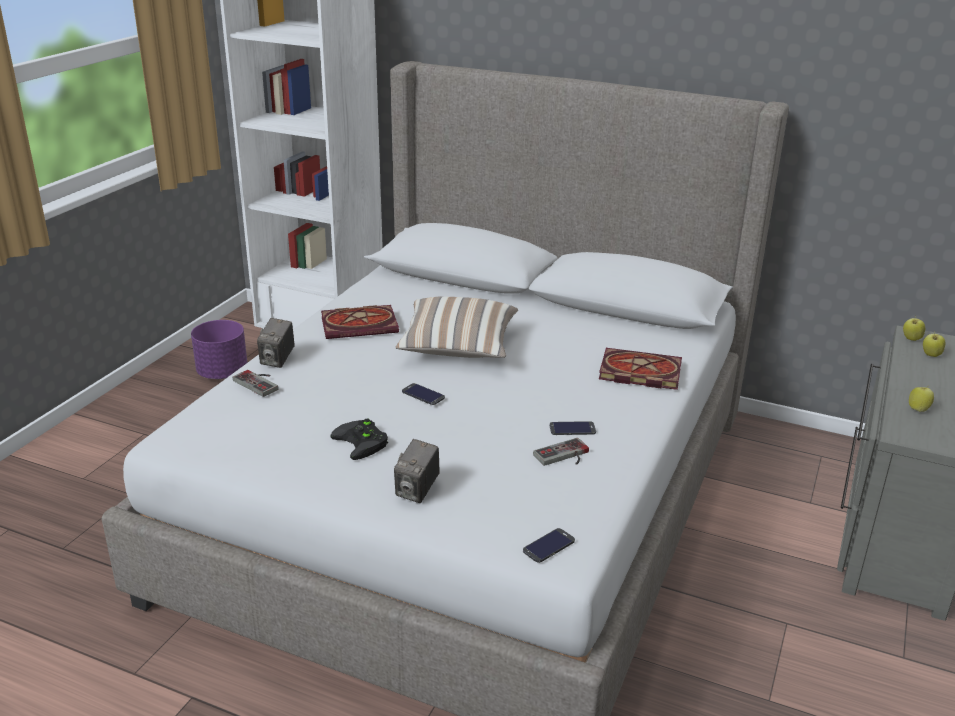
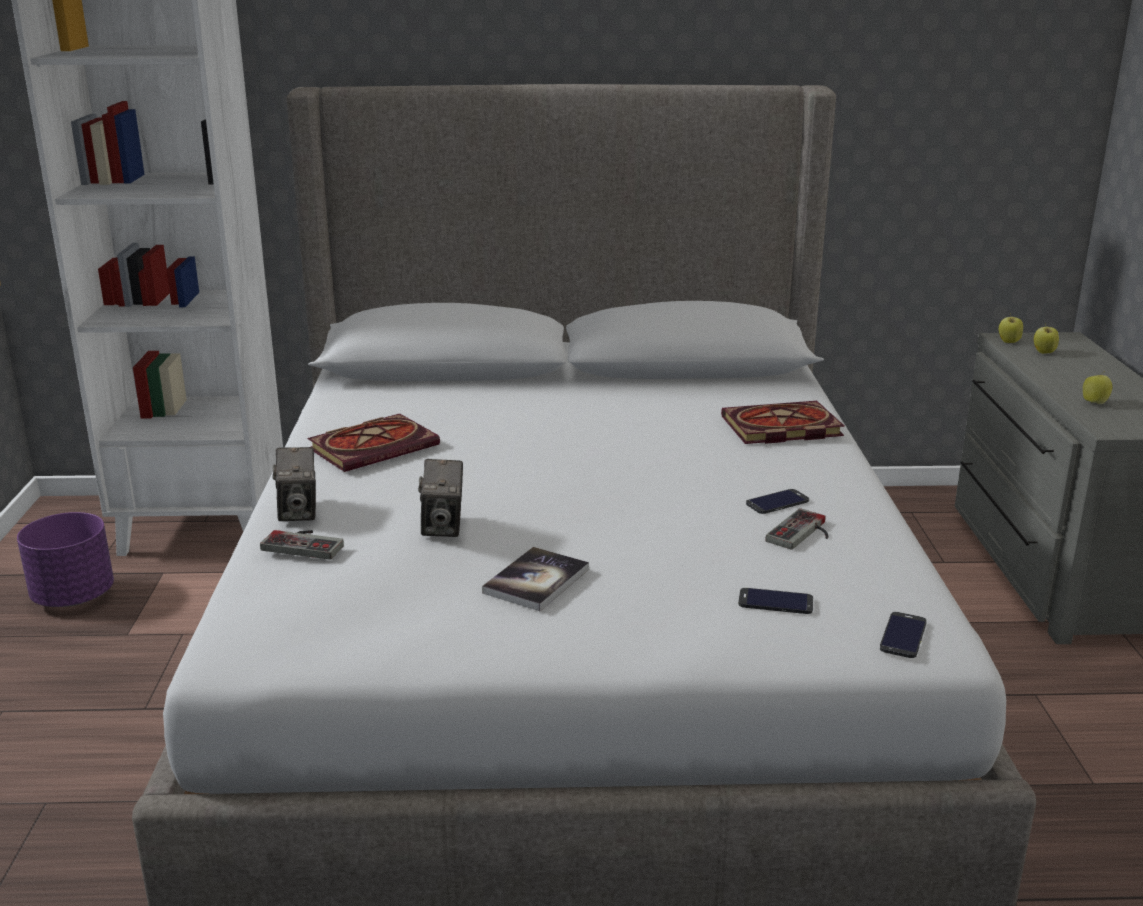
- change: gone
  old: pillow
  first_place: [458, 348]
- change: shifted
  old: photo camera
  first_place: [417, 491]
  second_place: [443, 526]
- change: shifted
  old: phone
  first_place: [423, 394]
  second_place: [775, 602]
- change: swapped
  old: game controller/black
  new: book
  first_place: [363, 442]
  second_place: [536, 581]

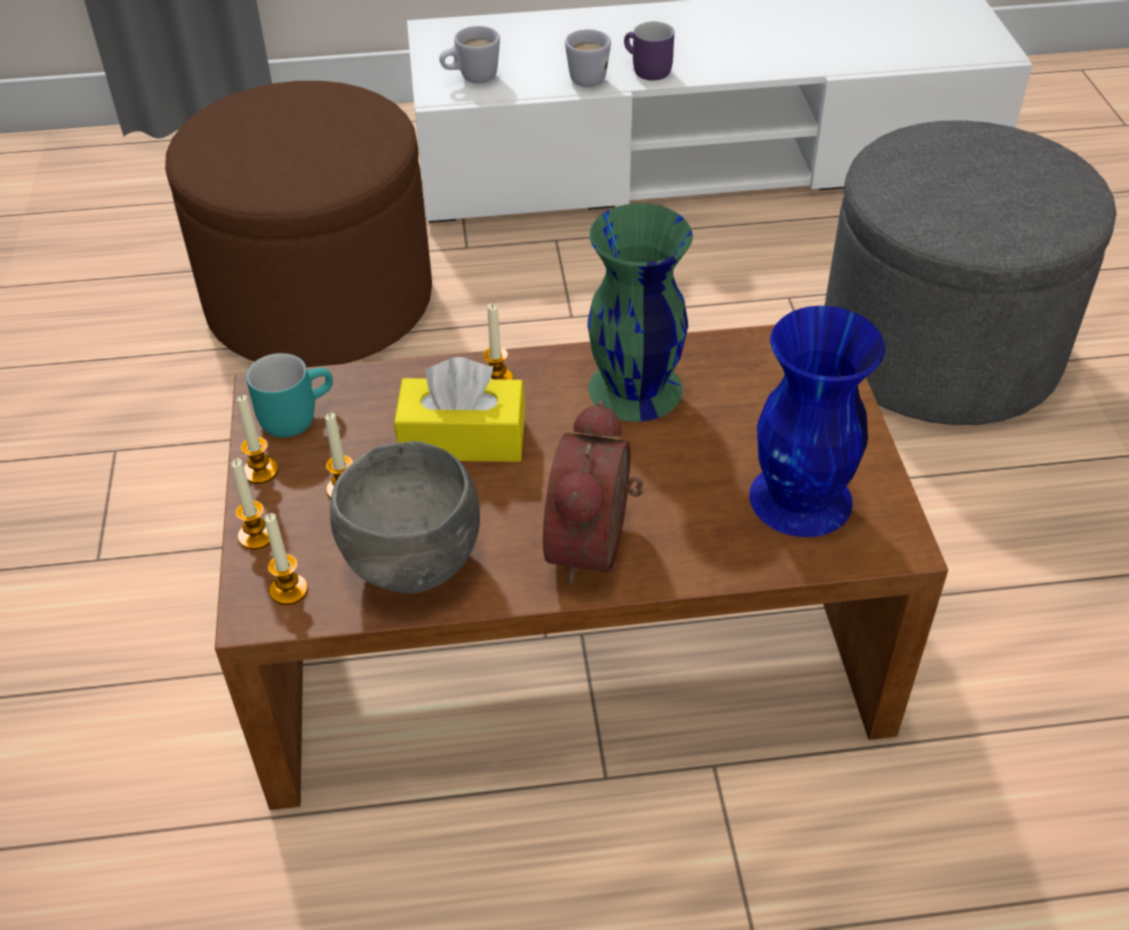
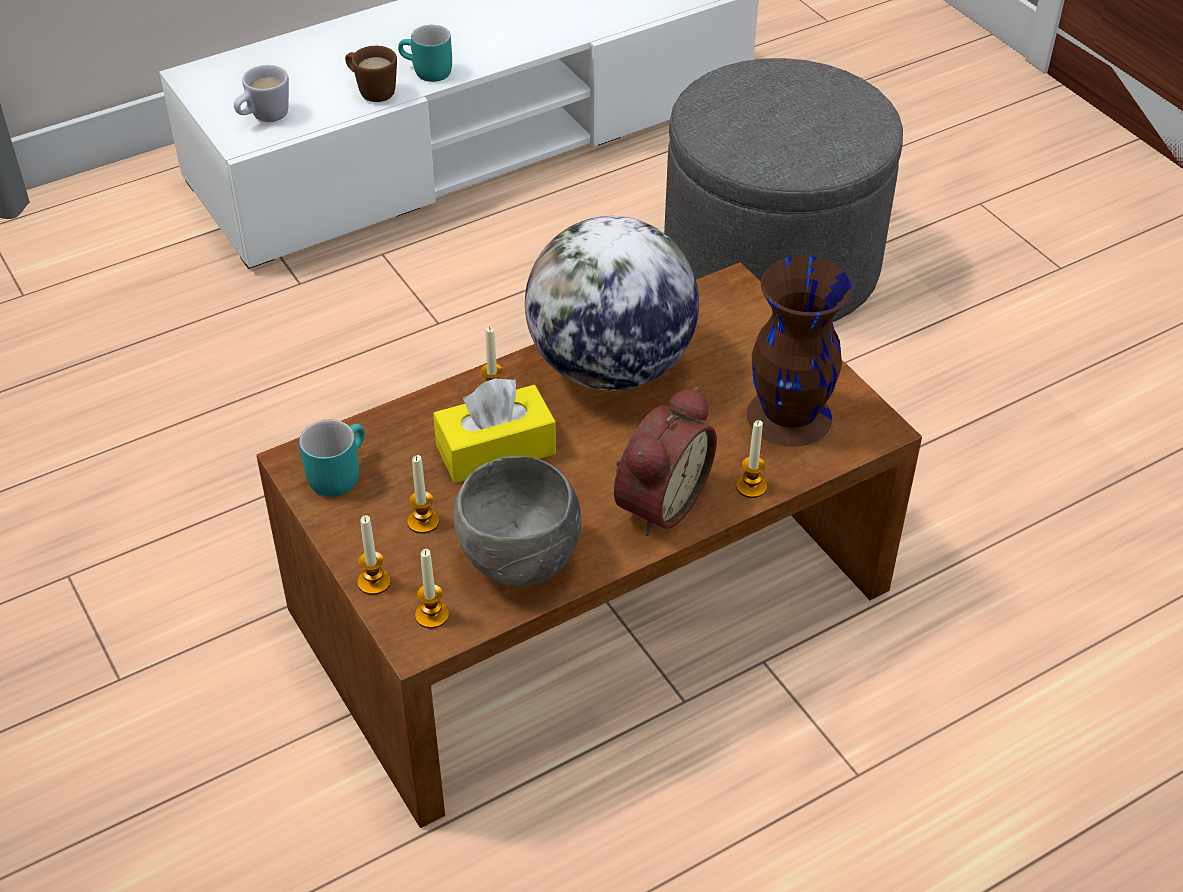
- change: gone
  old: ottoman/brown
  first_place: [320, 300]
- change: shifted
  old: candle
  first_place: [260, 471]
  second_place: [751, 486]
- change: swapped
  old: vase/green
  new: globe
  first_place: [633, 389]
  second_place: [610, 367]
- change: repainted
  old: mug/white
  new: mug/brown
  first_place: [583, 76]
  second_place: [371, 91]
- change: repainted
  old: mug/purple
  new: mug/turquoise
  first_place: [645, 71]
  second_place: [426, 73]
- change: repainted
  old: vase/blue
  new: vase/brown
  first_place: [800, 500]
  second_place: [789, 417]
- change: rotated
  old: alarm clock
  first_place: [596, 547]
  second_place: [657, 502]
  degrees: -135

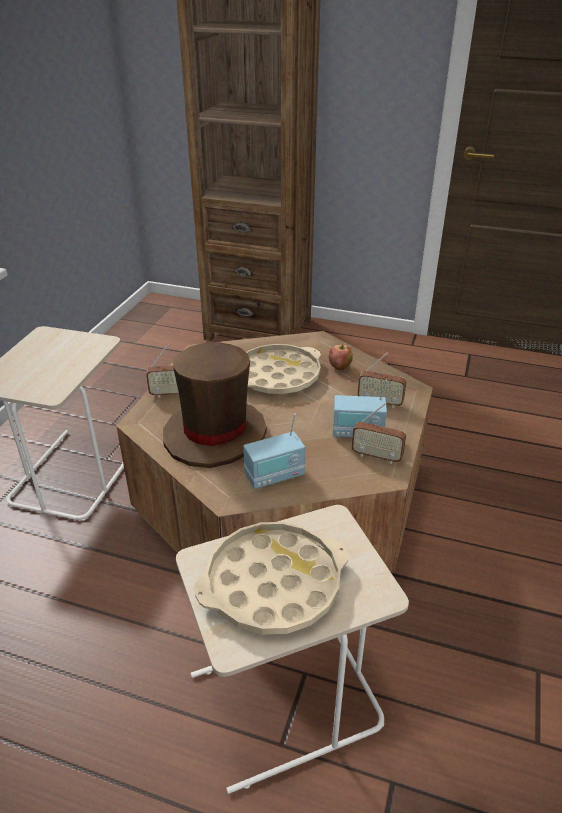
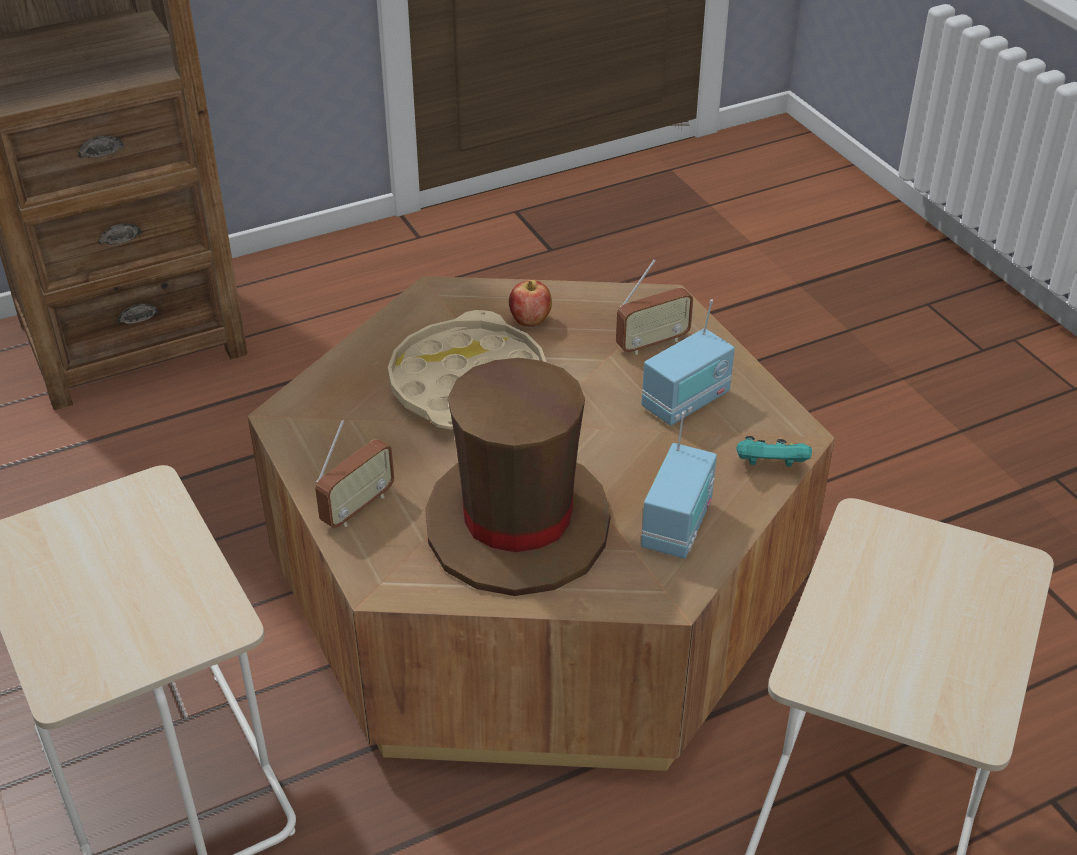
- change: gone
  old: tray/beige
  first_place: [273, 584]
- change: gone
  old: radio
  first_place: [376, 456]
- change: new
  new: game controller/turquoise
  second_place: [770, 466]

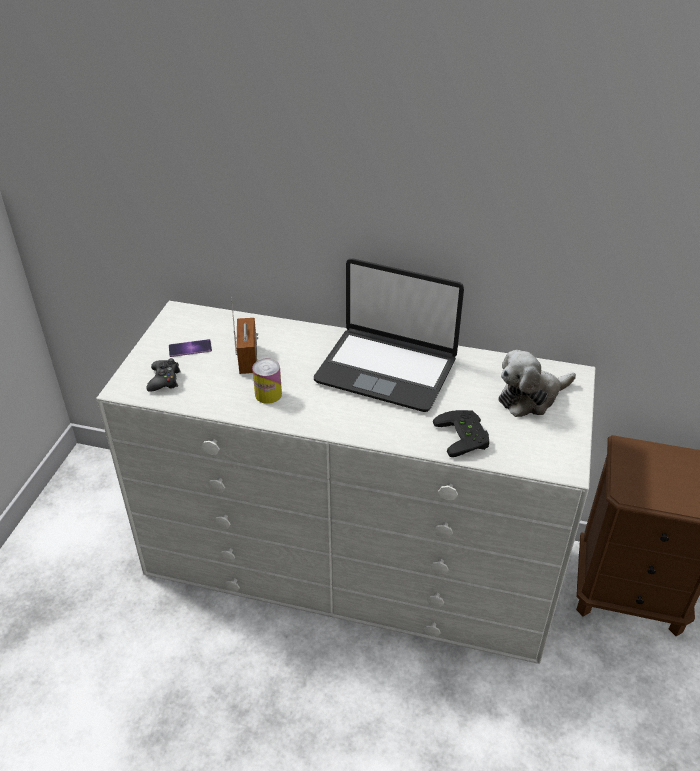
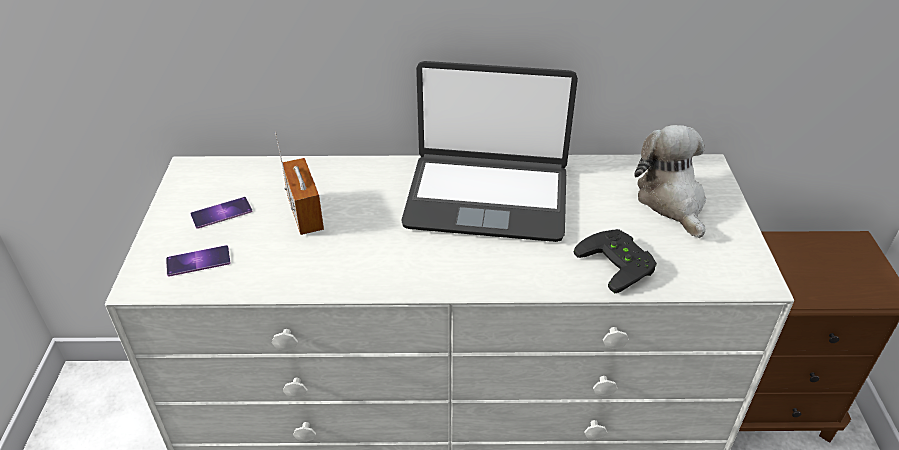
- change: gone
  old: can
  first_place: [268, 394]
- change: swapped
  old: game controller/black
  new: phone
  first_place: [164, 380]
  second_place: [198, 261]
- change: rotated
  old: plush toy
  first_place: [531, 397]
  second_place: [672, 201]
  degrees: 120

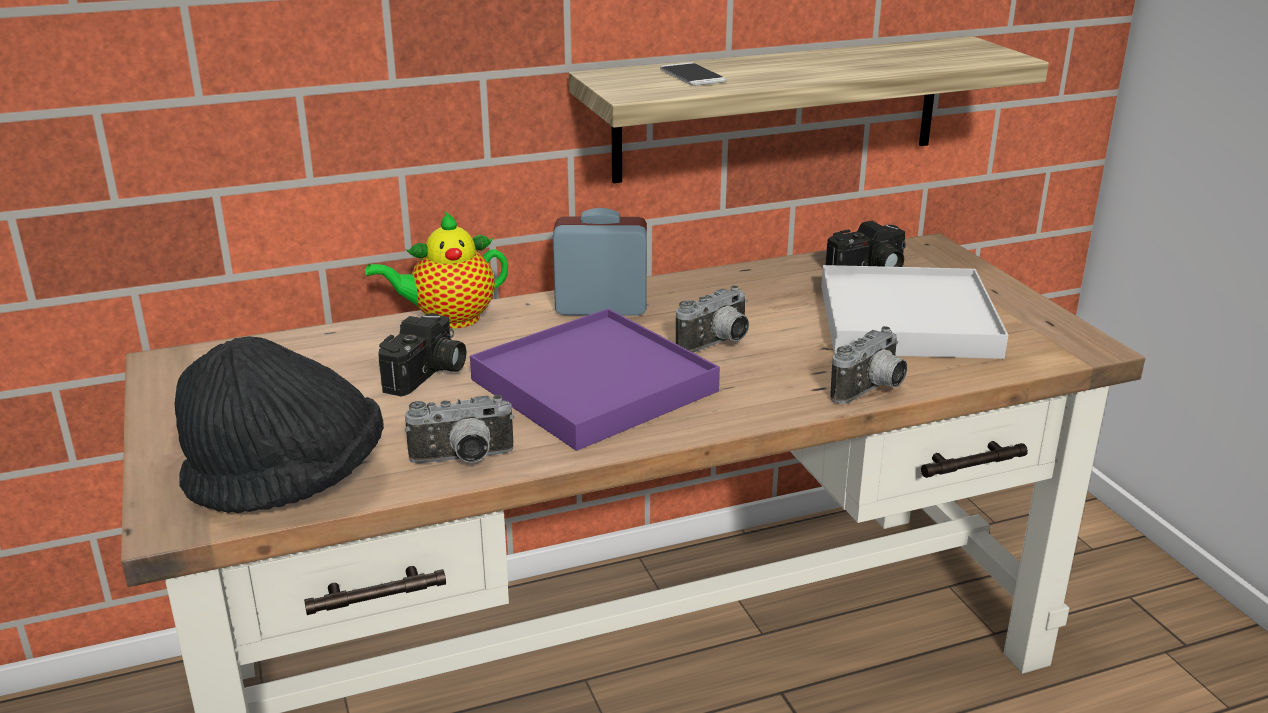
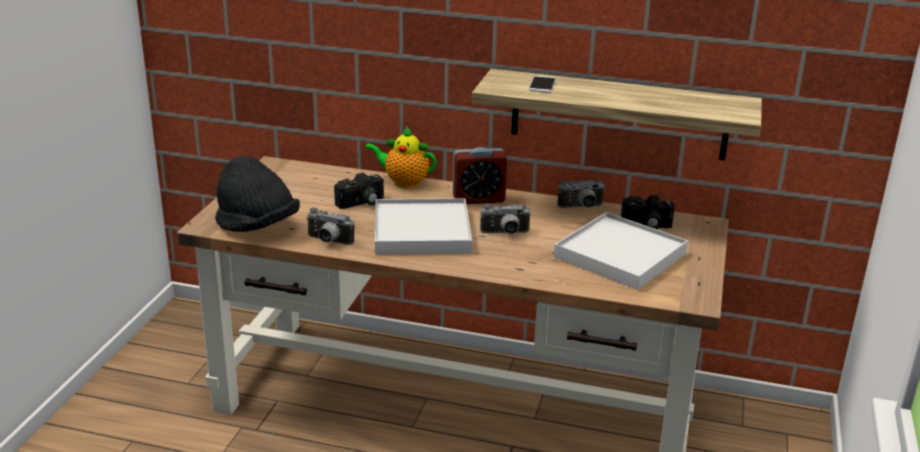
- change: shifted
  old: photo camera
  first_place: [872, 391]
  second_place: [581, 208]
- change: repainted
  old: tray/purple
  new: tray/white
  first_place: [594, 385]
  second_place: [422, 232]
- change: rotated
  old: alarm clock
  first_place: [601, 307]
  second_place: [478, 199]
  degrees: 135

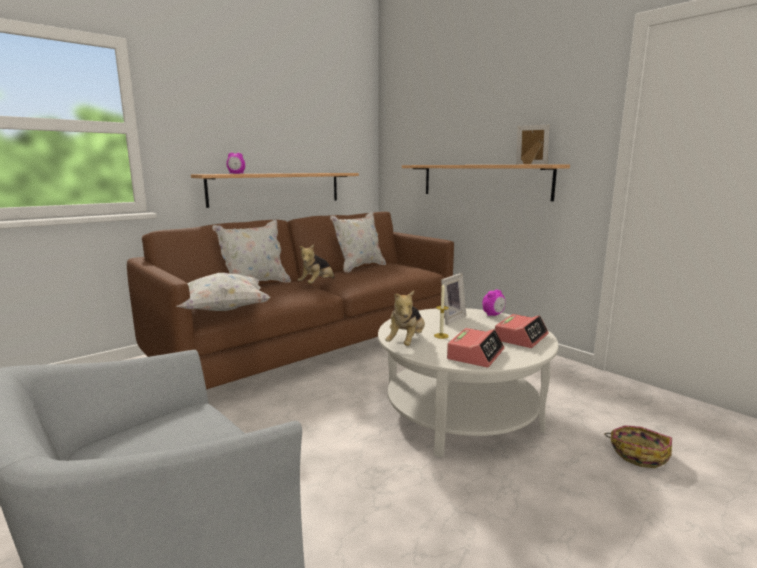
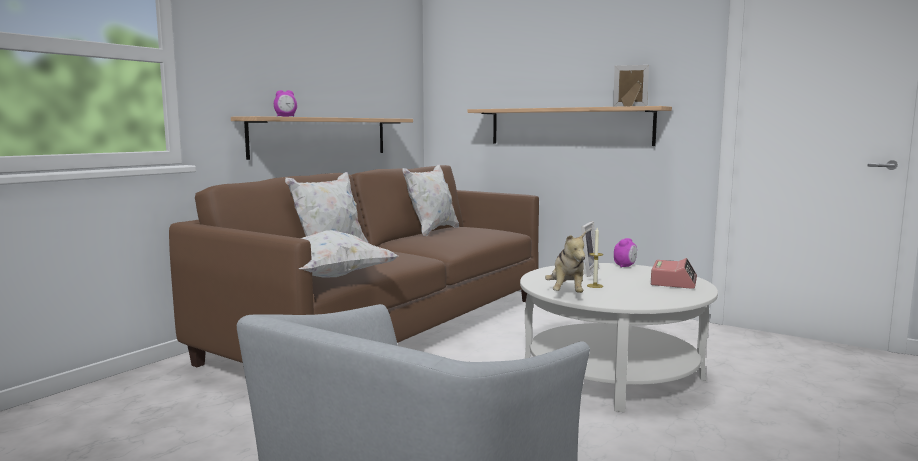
- change: gone
  old: plush toy
  first_place: [317, 284]
- change: gone
  old: alarm clock
  first_place: [475, 354]
- change: gone
  old: basket
  first_place: [638, 453]

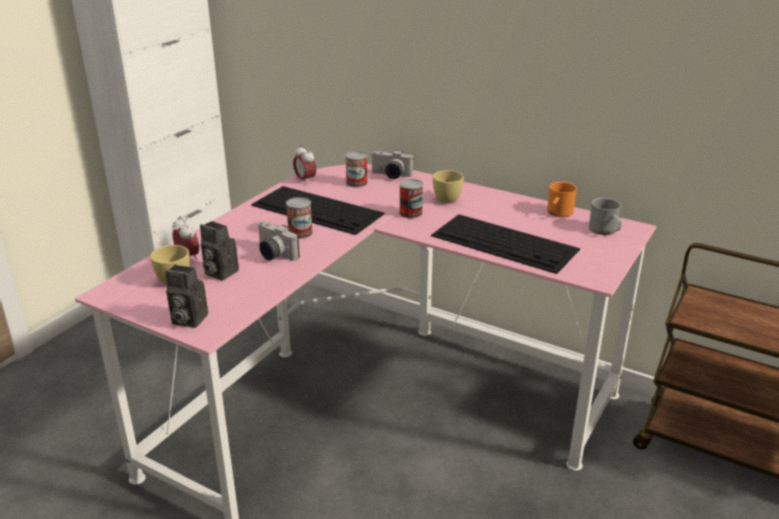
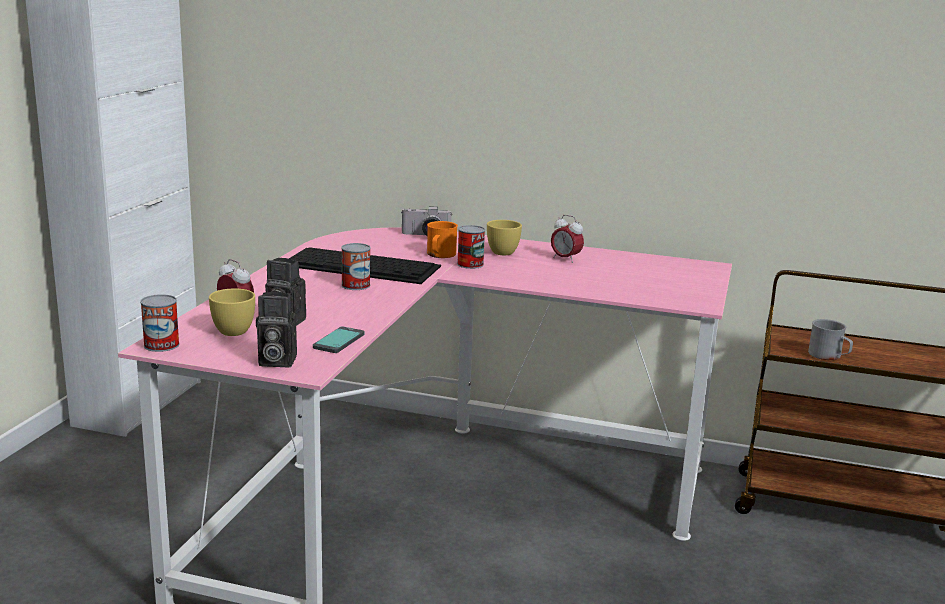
- change: gone
  old: photo camera
  first_place: [273, 254]
- change: gone
  old: keyboard
  first_place: [506, 242]
- change: new
  new: phone
  second_place: [338, 341]
- change: shifted
  old: alarm clock
  first_place: [305, 180]
  second_place: [565, 259]
- change: shifted
  old: can
  first_place: [356, 183]
  second_place: [161, 345]
- change: shifted
  old: mug/orange
  first_place: [558, 213]
  second_place: [440, 255]
- change: shifted
  old: mug/grey
  first_place: [605, 231]
  second_place: [829, 356]

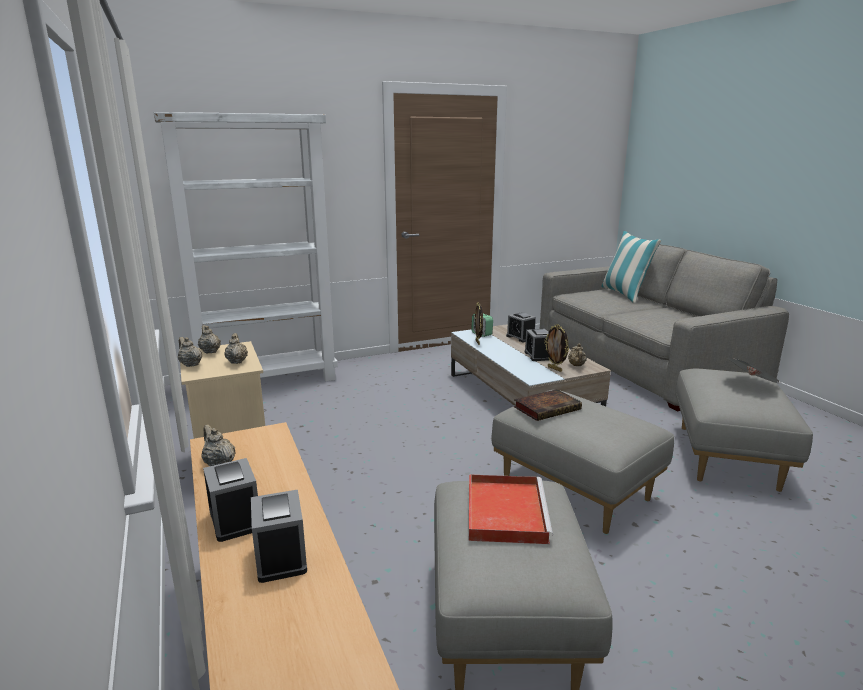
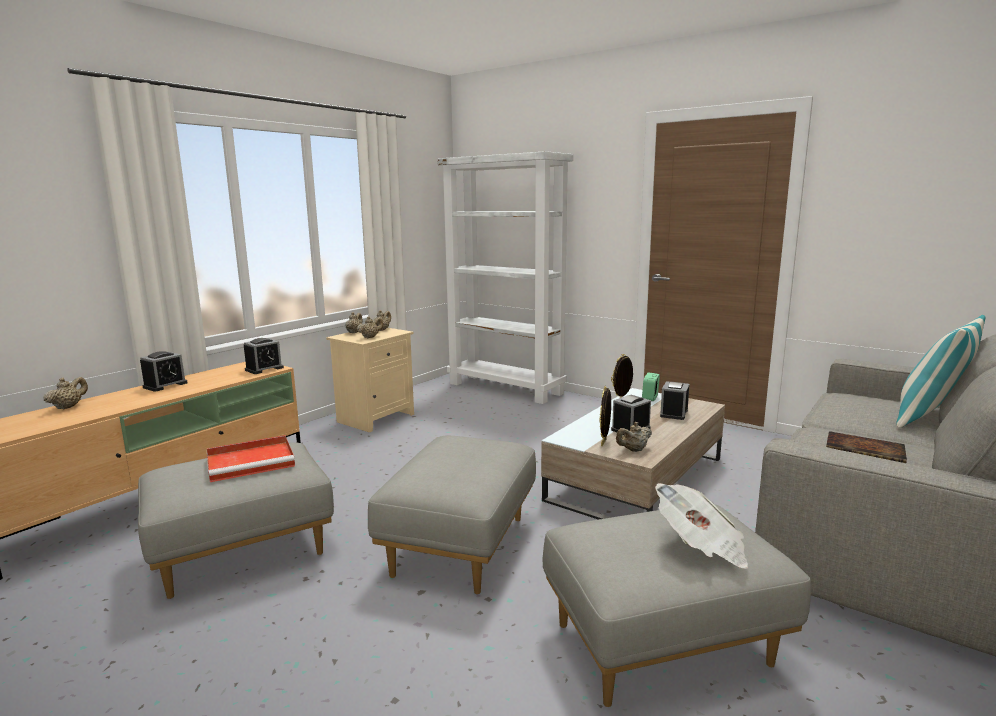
- change: shifted
  old: teapot/beige
  first_place: [219, 464]
  second_place: [68, 407]
- change: shifted
  old: alarm clock
  first_place: [281, 556]
  second_place: [264, 369]
- change: shifted
  old: book
  first_place: [548, 408]
  second_place: [866, 455]

